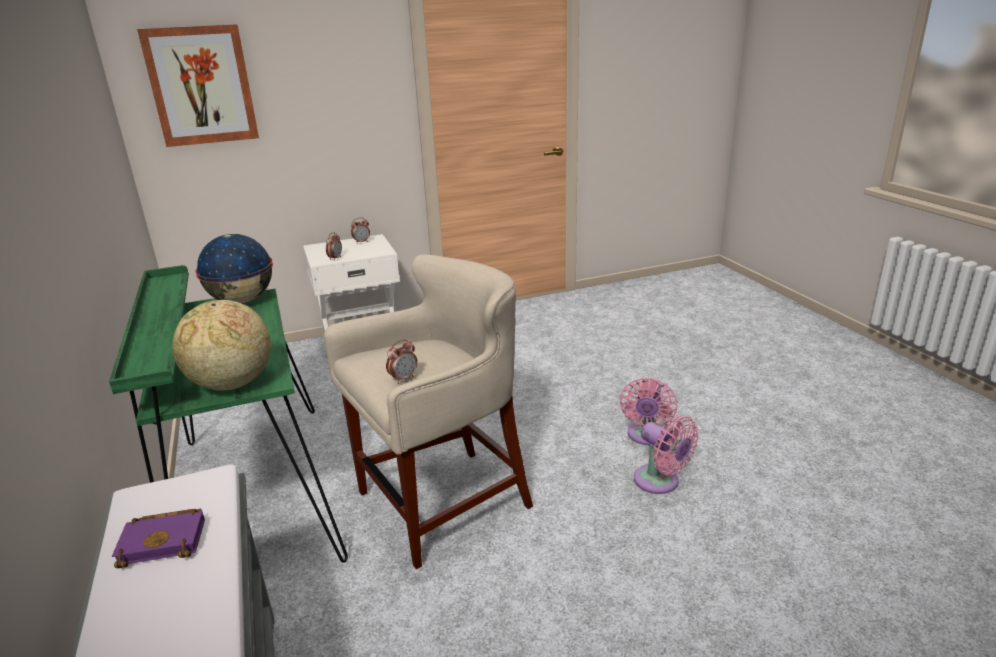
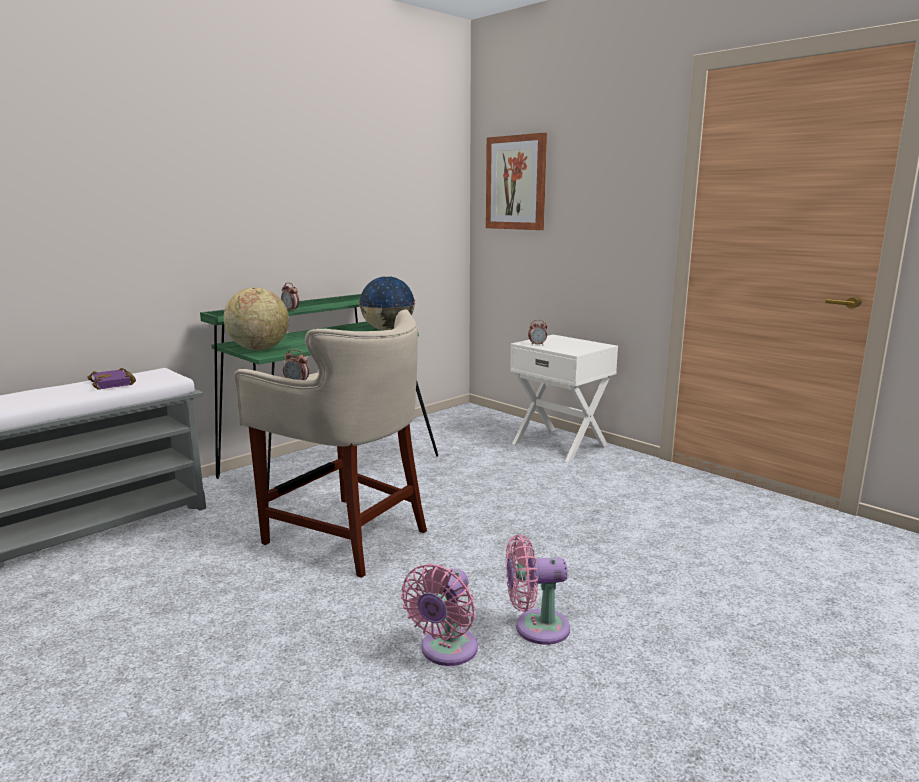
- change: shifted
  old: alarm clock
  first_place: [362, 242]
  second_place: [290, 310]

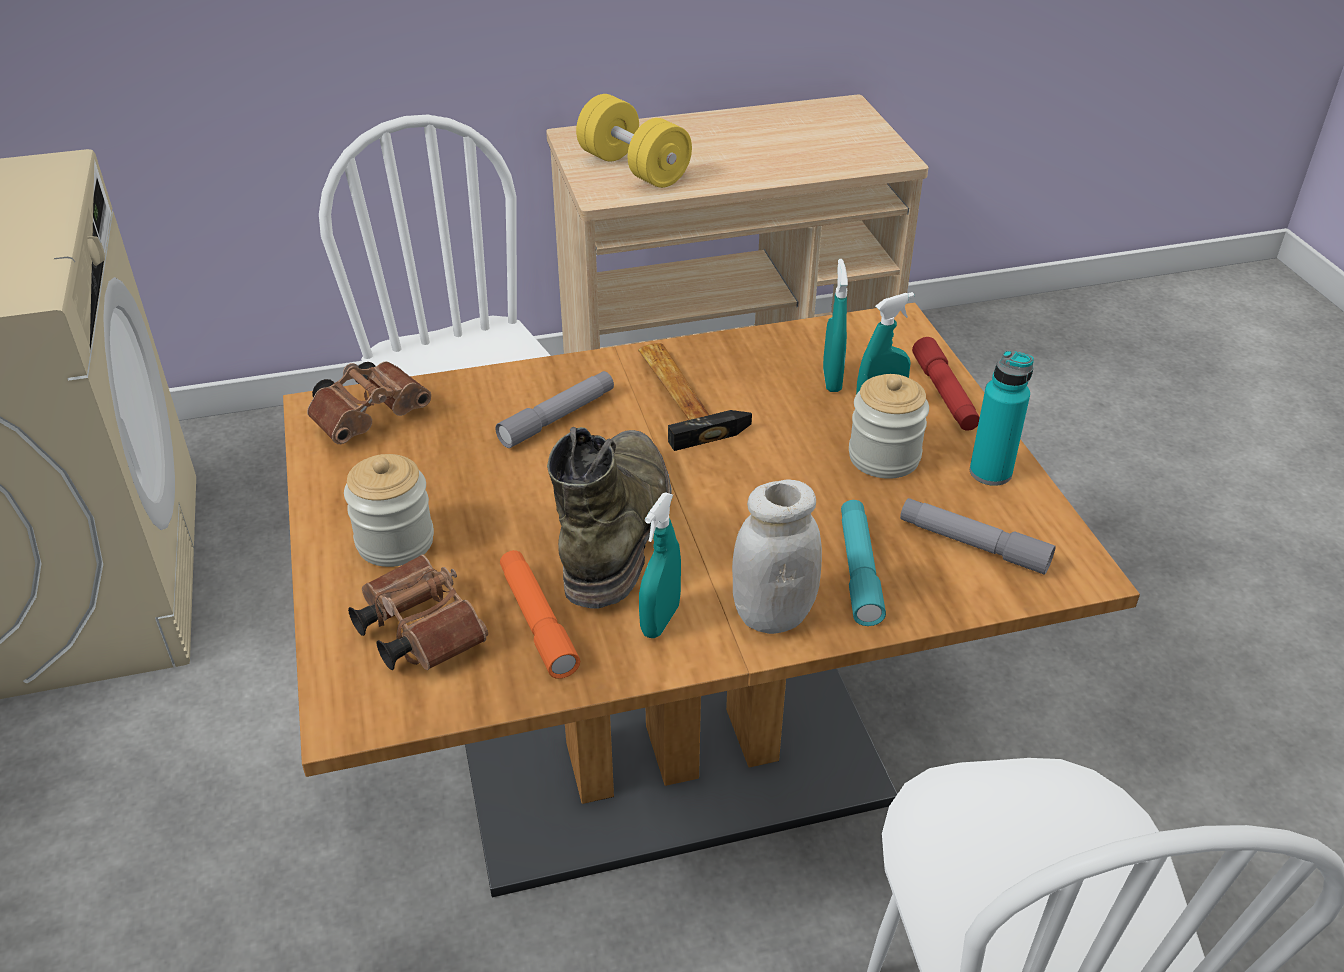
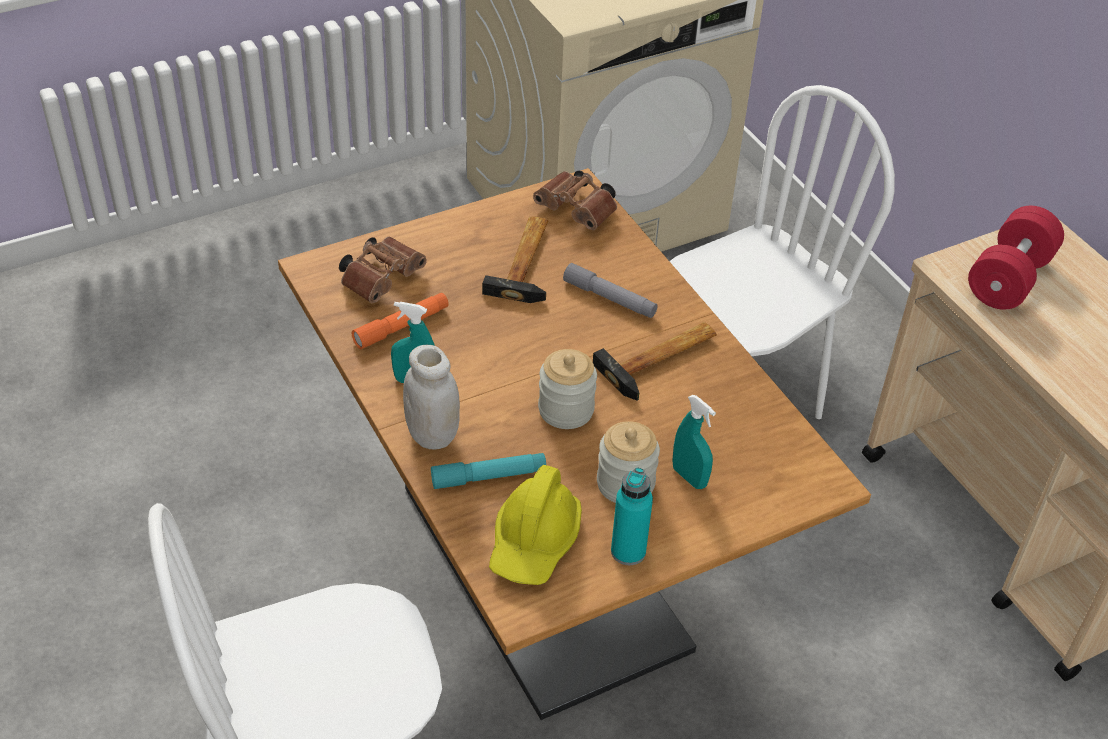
- change: gone
  old: boot/green
  first_place: [617, 527]
- change: gone
  old: spray bottle/turquoise
  first_place: [832, 380]
- change: gone
  old: flashlight/red
  first_place: [944, 394]
- change: new
  new: hammer
  second_place: [527, 261]
- change: shifted
  old: jar
  first_place: [395, 542]
  second_place: [566, 410]
- change: swapped
  old: flashlight/grey
  new: hard hat/yellow
  first_place: [973, 545]
  second_place: [534, 541]
- change: repainted
  old: dumbbell/yellow
  new: dumbbell/red
  first_place: [634, 168]
  second_place: [1009, 279]

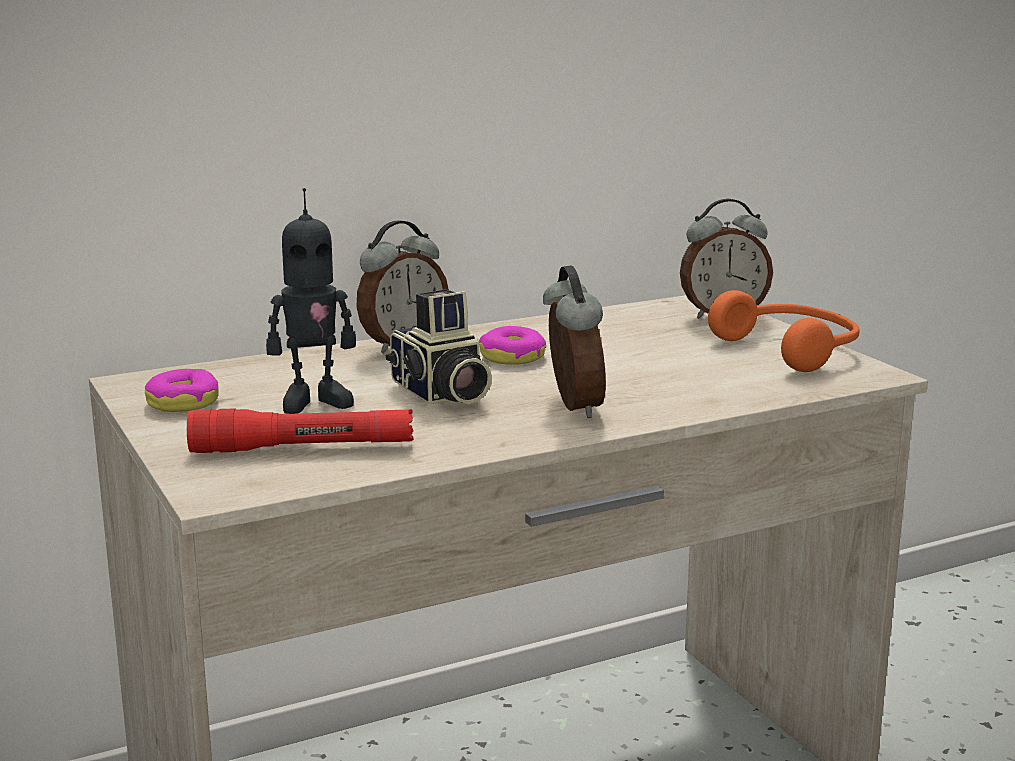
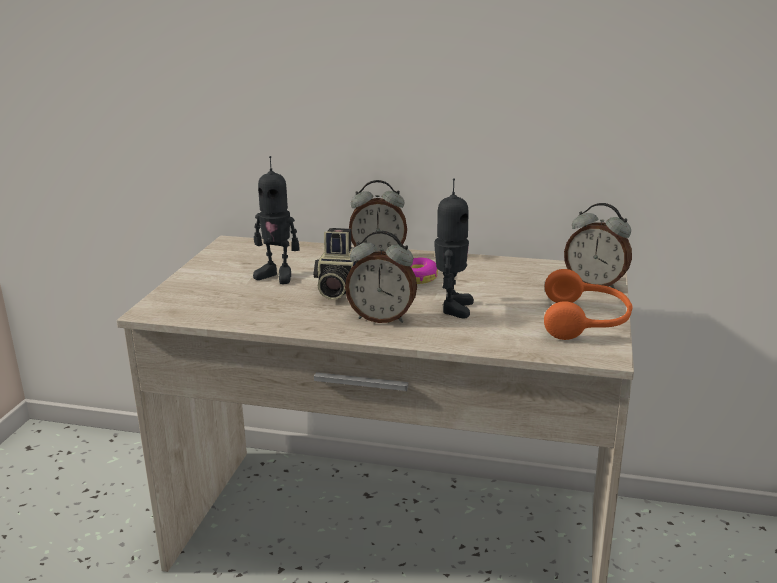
- change: gone
  old: donut
  first_place: [183, 402]
- change: gone
  old: flashlight/red
  first_place: [303, 448]
- change: new
  new: toy robot
  second_place: [452, 308]
- change: rotated
  old: alarm clock
  first_place: [571, 407]
  second_place: [382, 318]
  degrees: 75

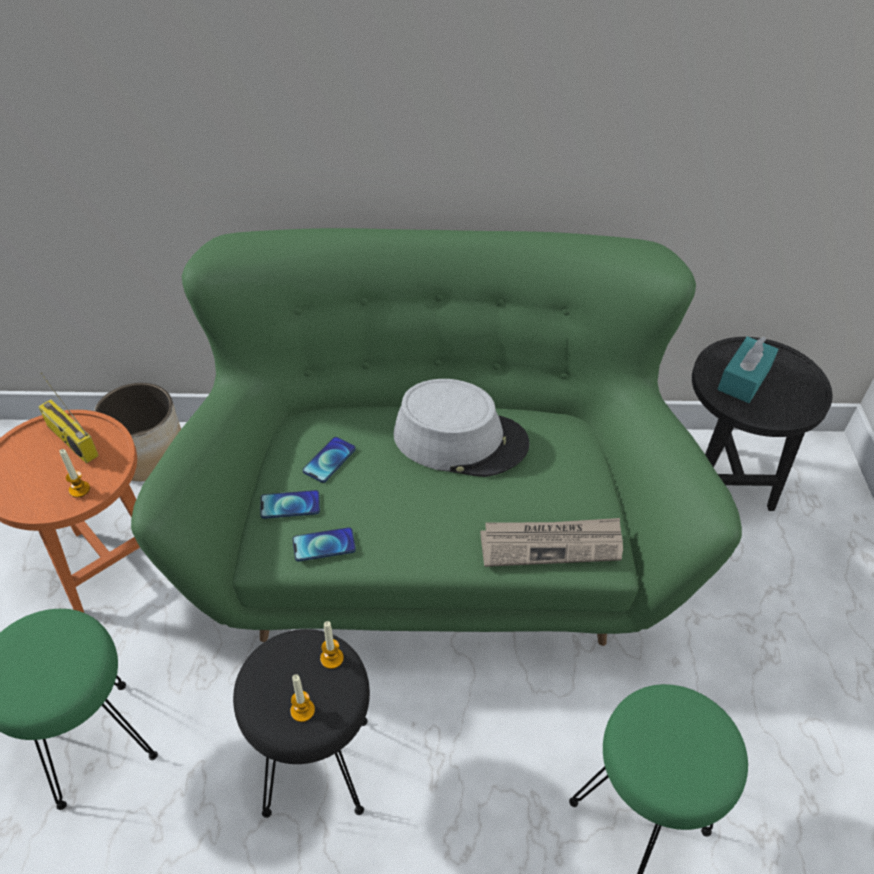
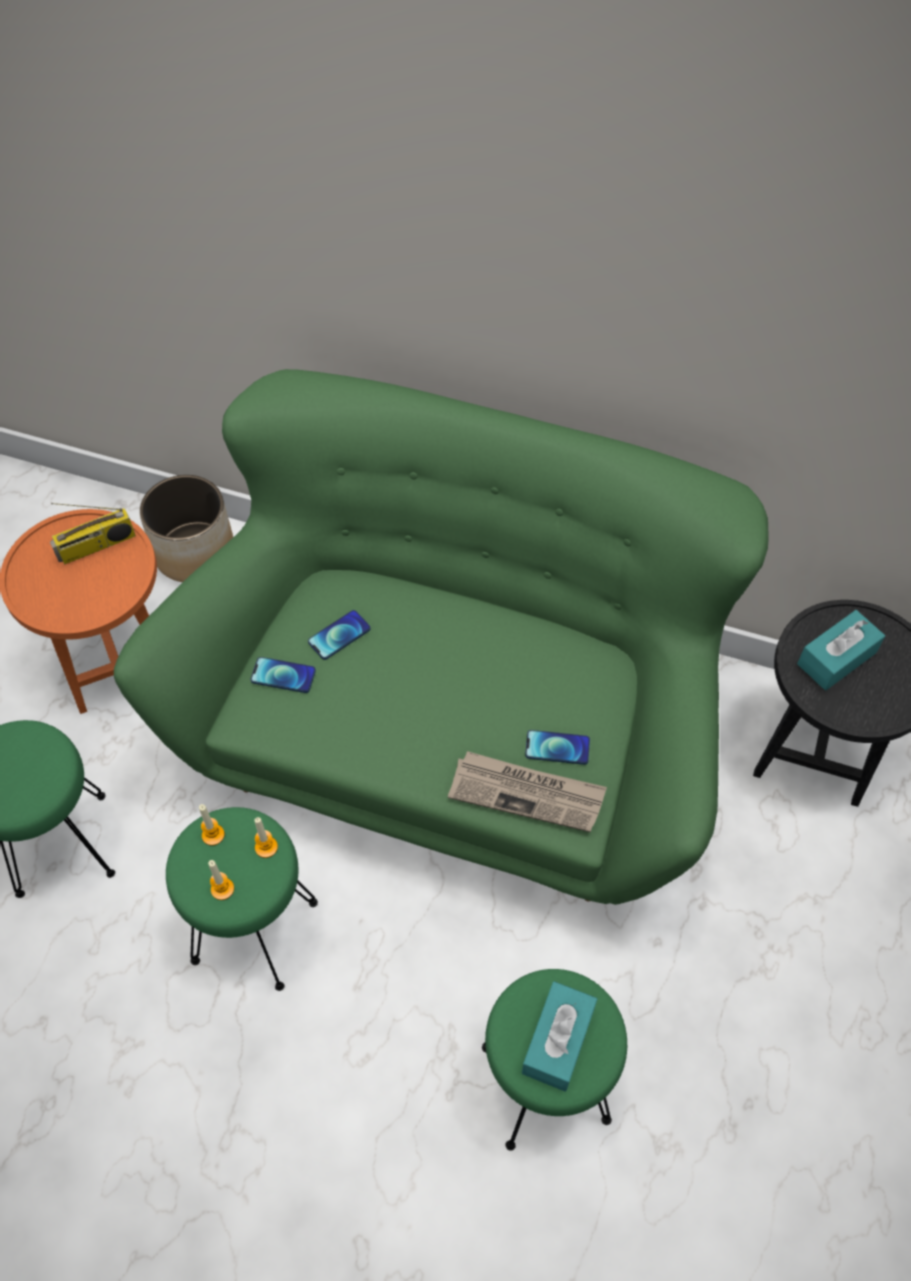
- change: gone
  old: hat/grey
  first_place: [460, 439]
- change: new
  new: tissue box/turquoise
  second_place: [558, 1041]
- change: shifted
  old: candle
  first_place: [79, 489]
  second_place: [213, 835]
- change: shifted
  old: phone
  first_place: [324, 545]
  second_place: [557, 748]
- change: repainted
  old: stool/black
  new: stool/green
  first_place: [316, 763]
  second_place: [255, 929]
- change: rotated
  old: radio
  first_place: [70, 440]
  second_place: [96, 546]
  degrees: -90

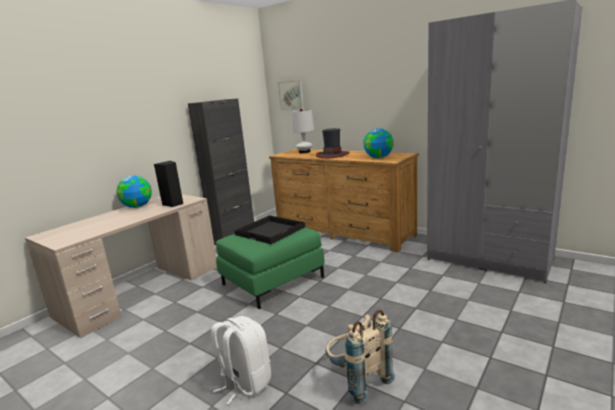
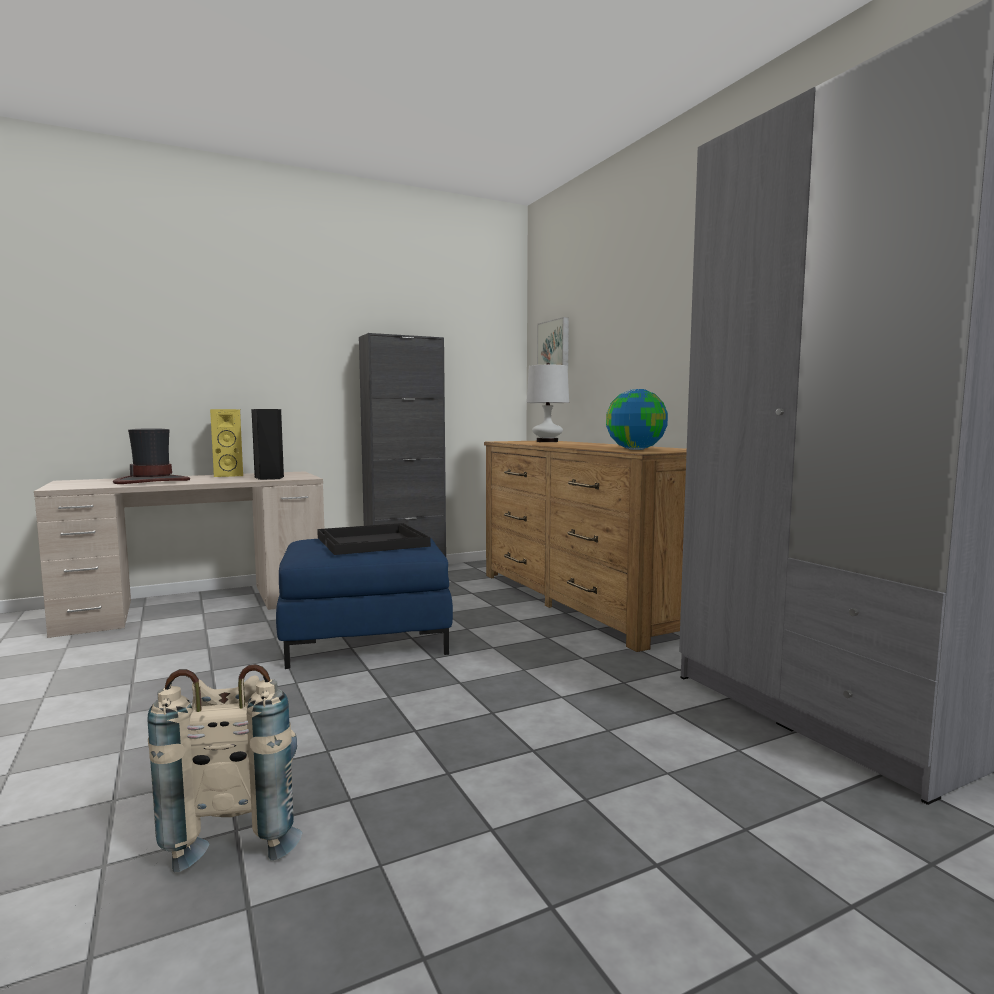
- change: gone
  old: backpack/white
  first_place: [245, 382]
- change: shifted
  old: hat
  first_place: [332, 155]
  second_place: [152, 481]
- change: swapped
  old: globe
  new: speaker/yellow
  first_place: [137, 206]
  second_place: [228, 475]
- change: repainted
  old: ottoman/green
  new: ottoman/blue
  first_place: [273, 281]
  second_place: [366, 638]

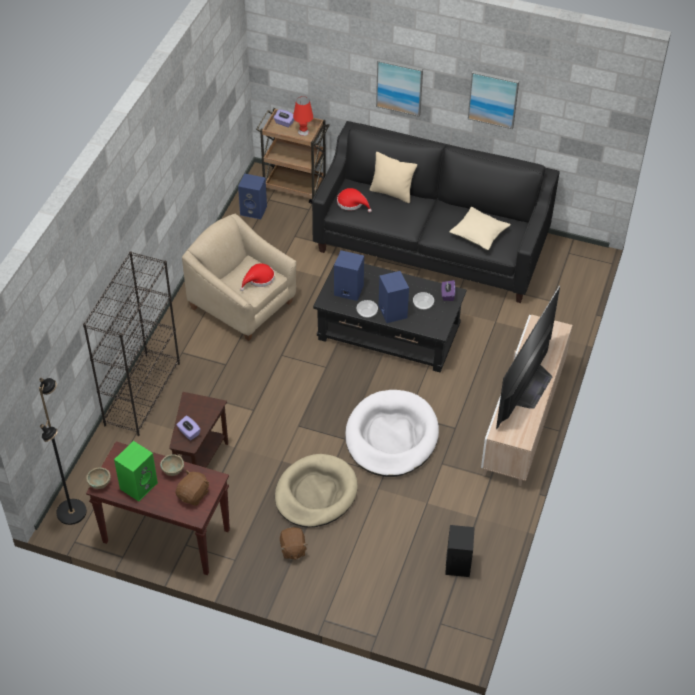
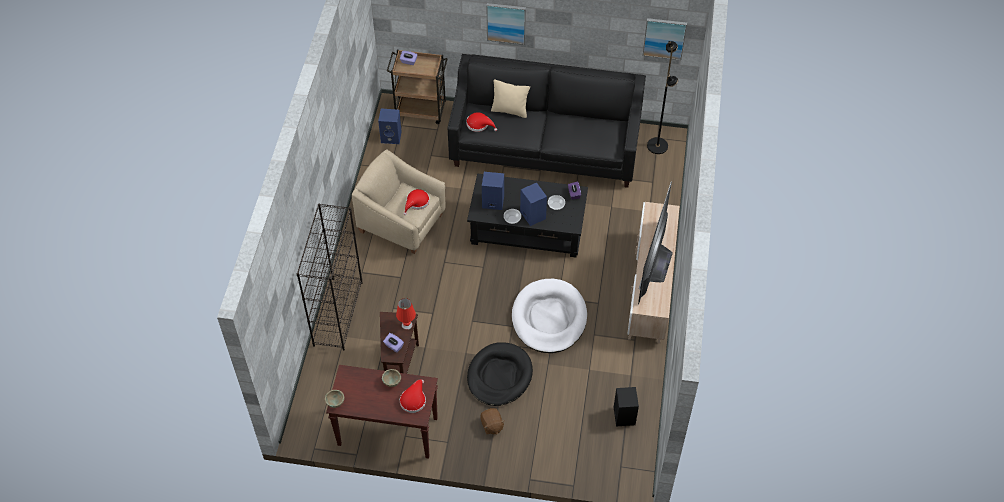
- change: gone
  old: speaker/green
  first_place: [138, 485]
- change: gone
  old: pillow/beige
  first_place: [479, 234]
- change: shifted
  old: floor lamp/black
  first_place: [72, 512]
  second_place: [657, 146]
- change: shifted
  old: table lamp/red
  first_place: [303, 132]
  second_place: [407, 325]
- change: shifted
  old: picture
  first_place: [493, 98]
  second_place: [664, 38]
- change: swapped
  old: plush toy/brown
  new: hat/red
  first_place: [193, 495]
  second_place: [413, 399]
- change: repainted
  old: dog bed/beige
  new: dog bed/black
  first_place: [315, 493]
  second_place: [499, 376]

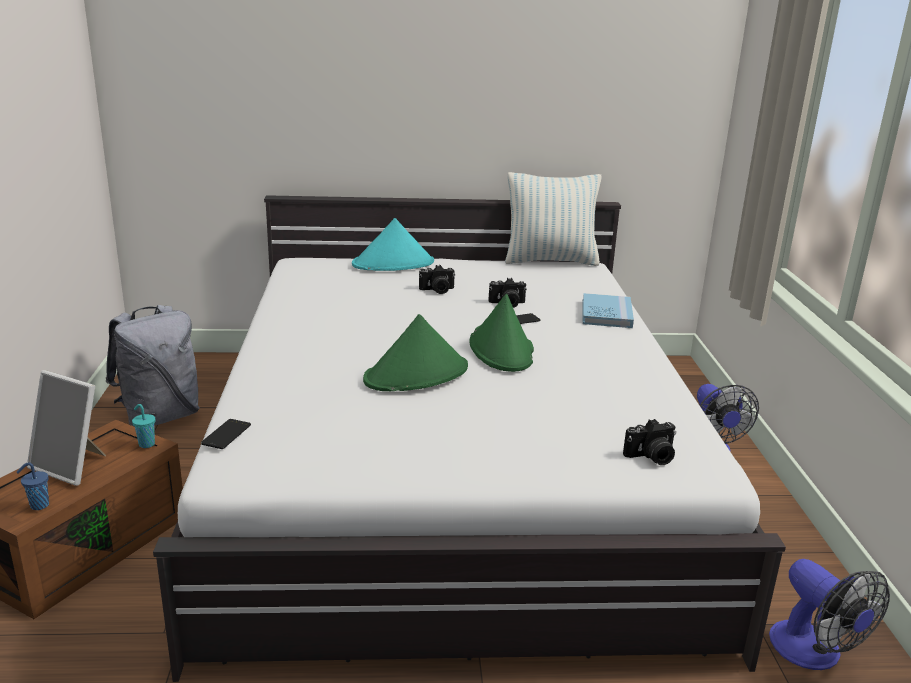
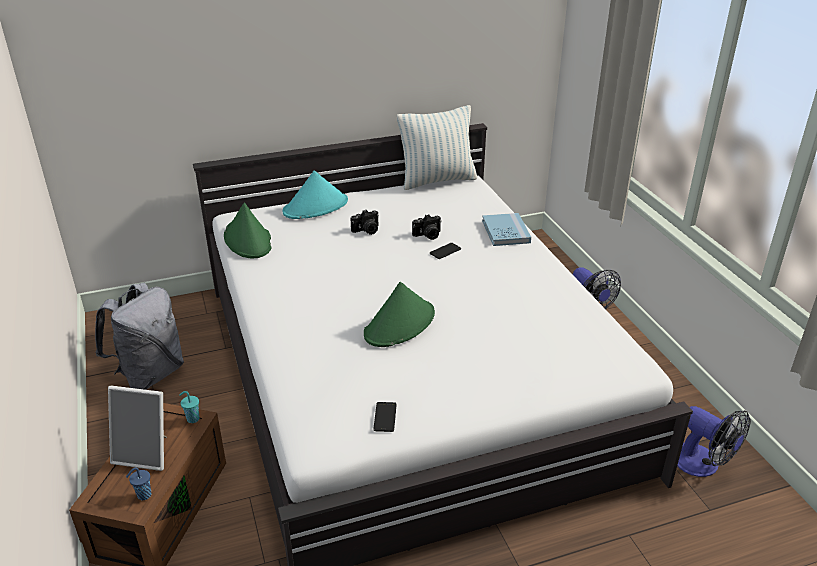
- change: gone
  old: photo camera
  first_place: [651, 457]
- change: shifted
  old: phone
  first_place: [226, 434]
  second_place: [385, 417]
- change: shifted
  old: hat/green
  first_place: [501, 349]
  second_place: [248, 240]

